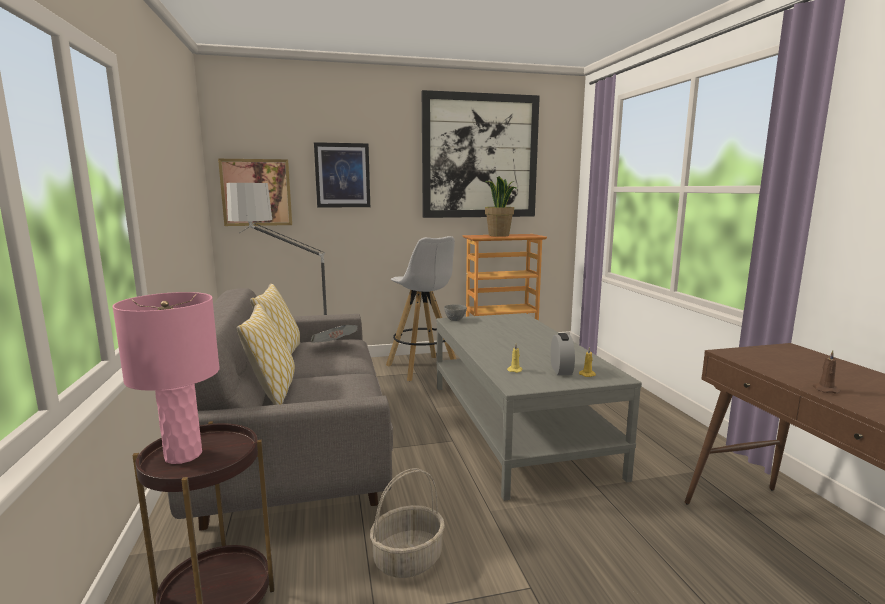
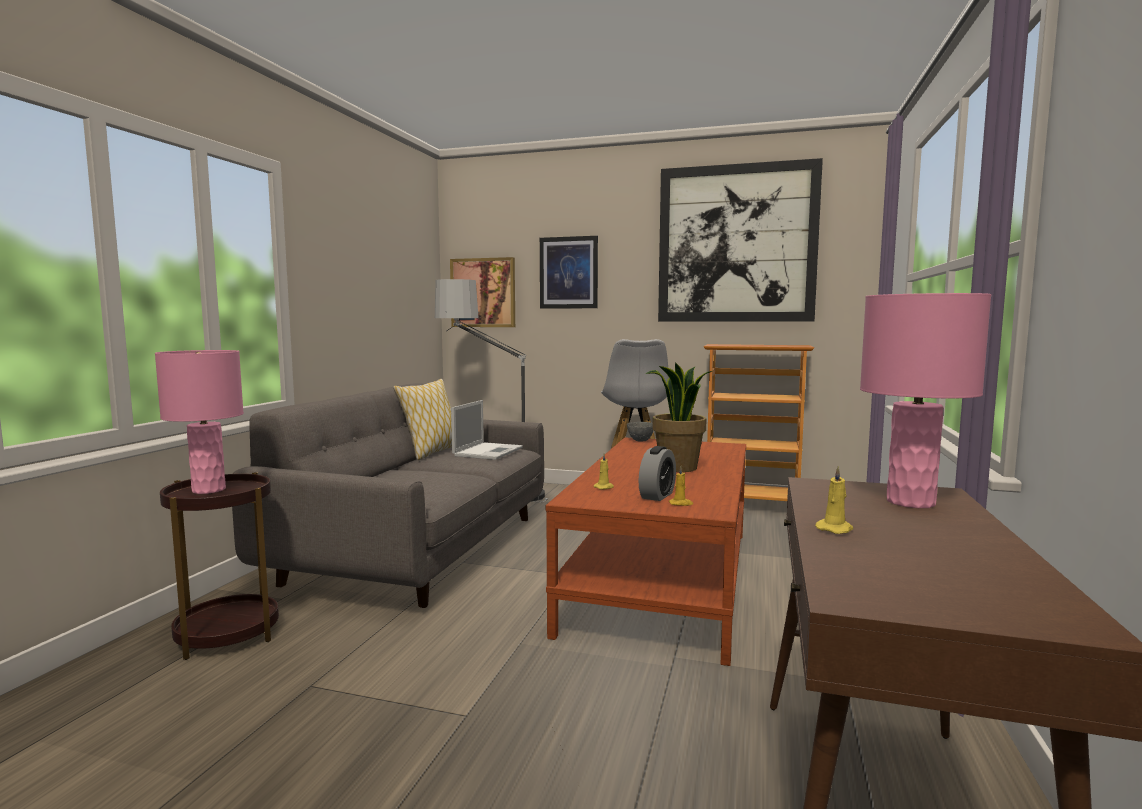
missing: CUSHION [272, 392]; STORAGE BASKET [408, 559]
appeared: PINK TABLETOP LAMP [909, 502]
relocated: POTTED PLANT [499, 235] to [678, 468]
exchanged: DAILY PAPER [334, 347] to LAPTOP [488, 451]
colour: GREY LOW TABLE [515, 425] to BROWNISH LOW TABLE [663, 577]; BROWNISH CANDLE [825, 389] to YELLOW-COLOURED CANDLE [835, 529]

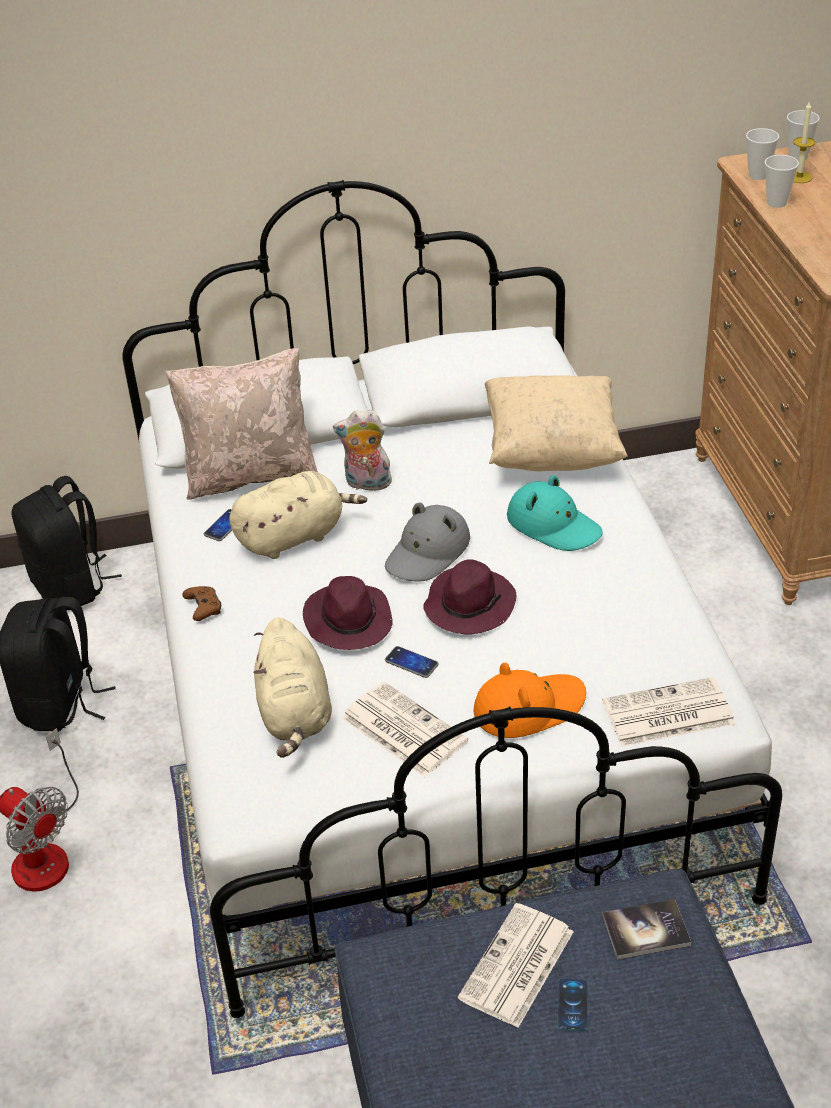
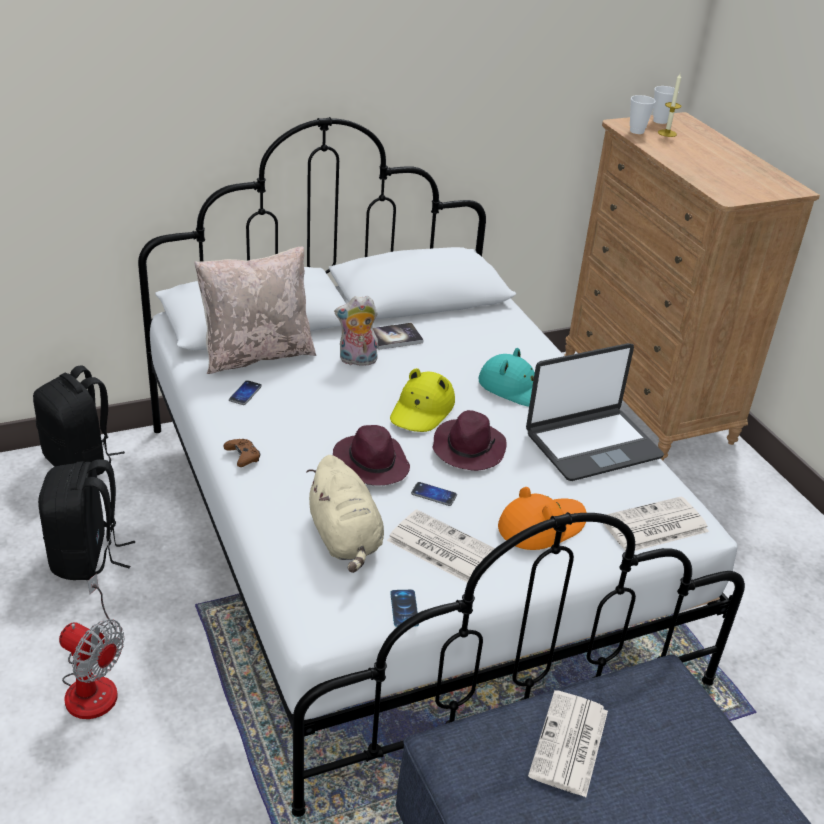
missing: DRINKING CUP [777, 203]; BEIGE CUSHION [552, 451]; BEIGE CUDDLY TOY [294, 536]
appeared: LAPTOP [592, 445]
relocated: BOUND BOOK [646, 930] to [395, 337]; PHONE [572, 1005] to [404, 608]
colour: GREY HAT [428, 552] to YELLOW-COLOURED HAT [422, 410]

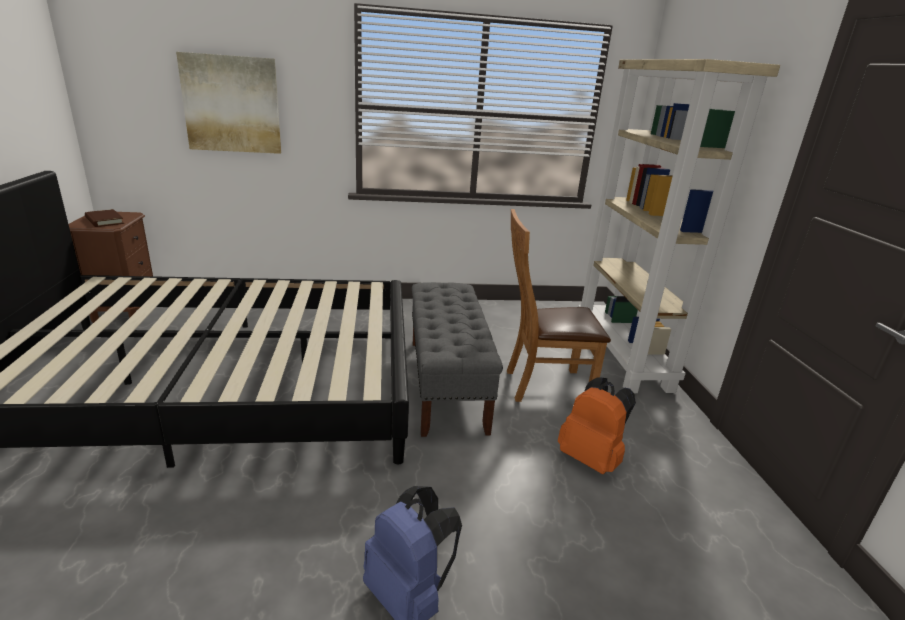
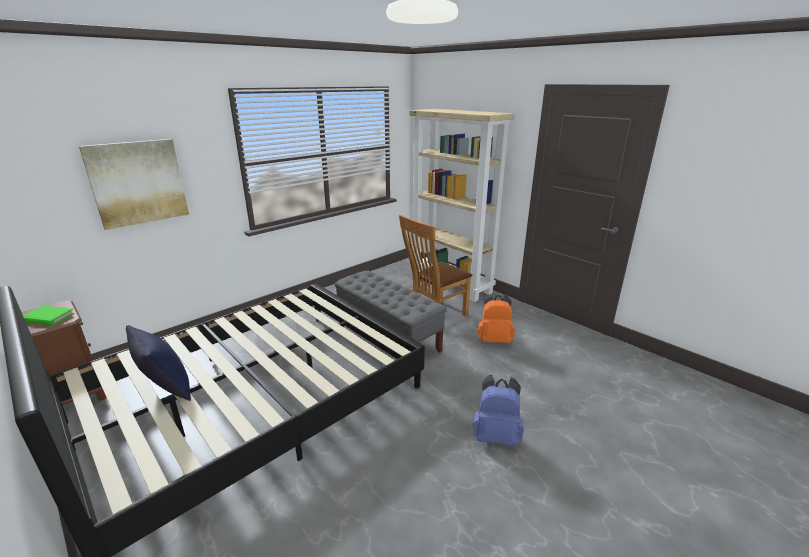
appeared: BLUISH CUSHION [166, 389]
colour: BROWNISH BOUND BOOK [104, 221] to GREEN BOUND BOOK [48, 318]

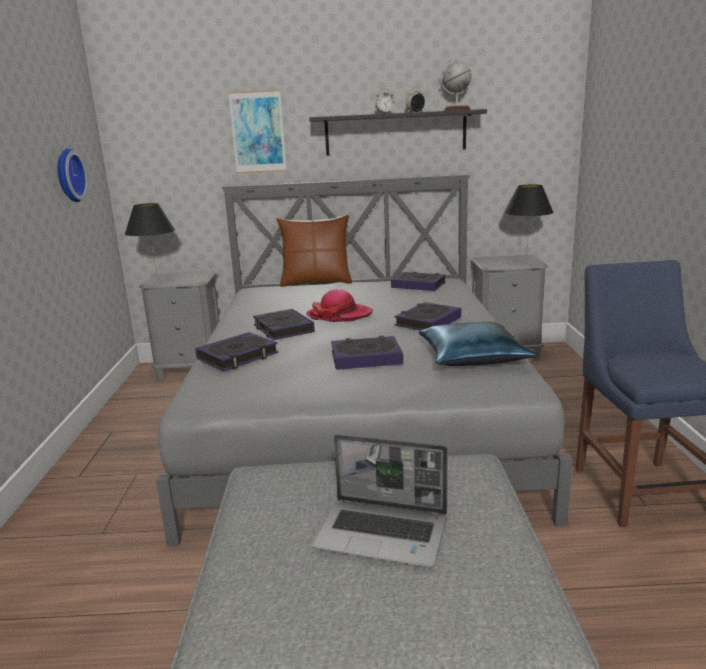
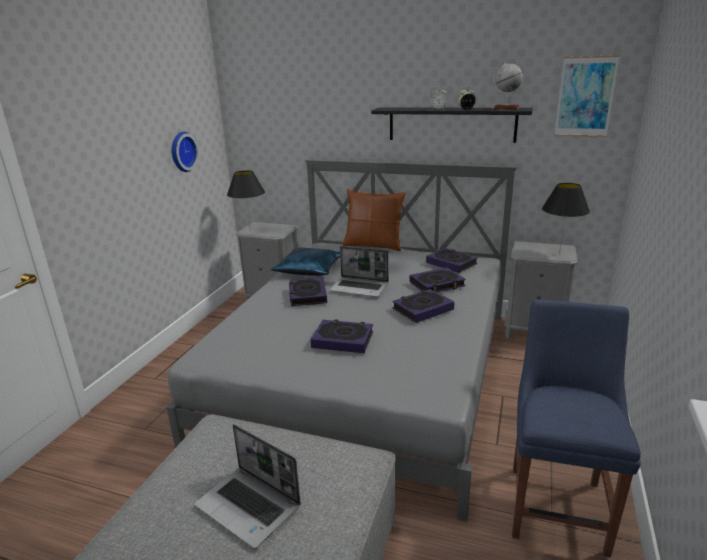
relocated: PICTURE [258, 132] to [585, 97]; BLUISH CUSHION [473, 357] to [309, 269]; BOUND BOOK [238, 356] to [437, 284]
exchanged: HAT [339, 315] to LAPTOP [360, 288]

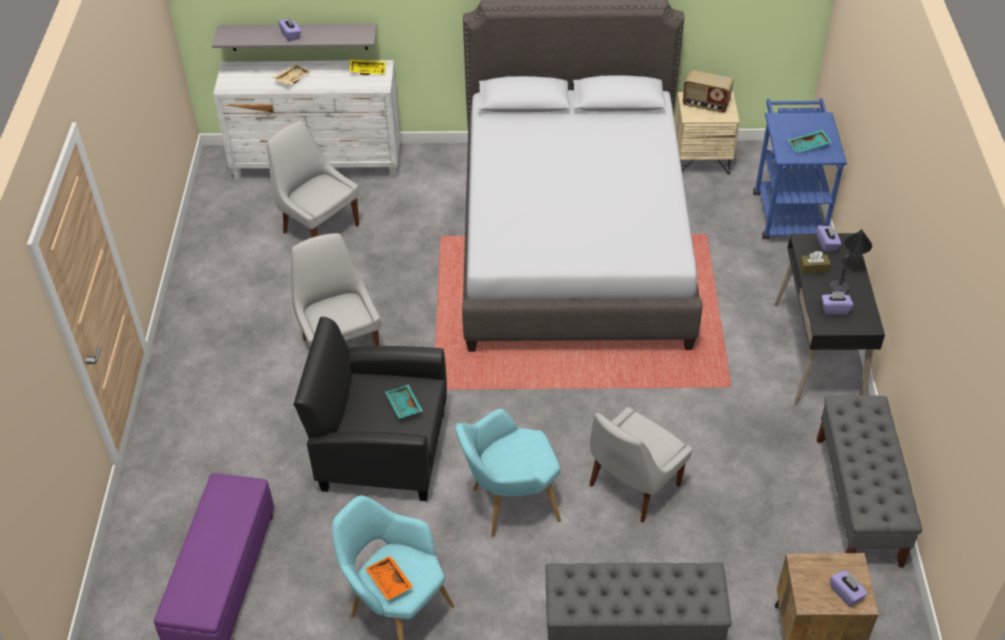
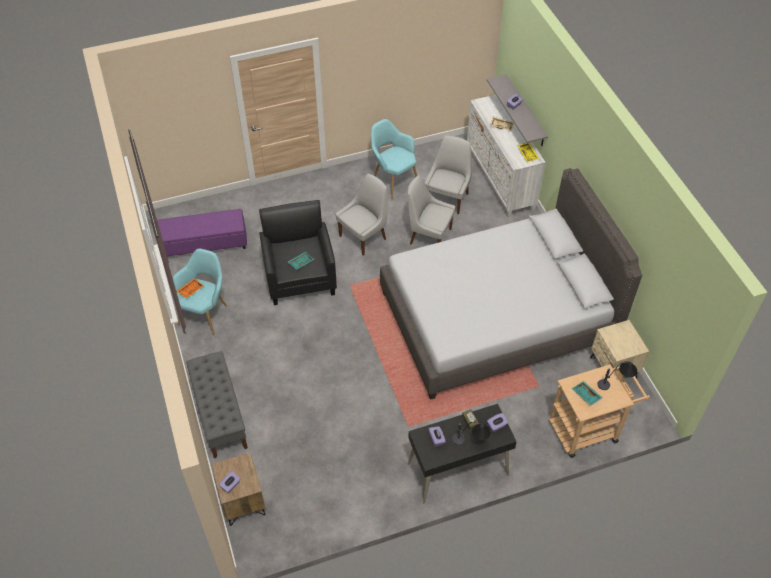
missing: RADIO [705, 105]; GREY LONG SEAT [858, 501]
appeared: TABLETOP LAMP [616, 382]
relocated: WHITE PLAIN CHAIR [632, 487] to [428, 236]; BLUE-GREEN EASY CHAIR [509, 504] to [393, 180]
colour: BLUISH WHEELED CART [787, 209] to BEIGE WHEELED CART [589, 429]

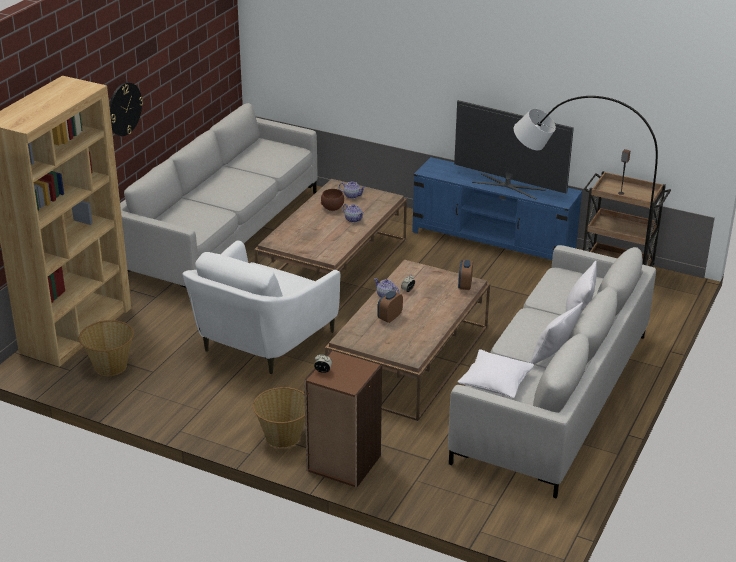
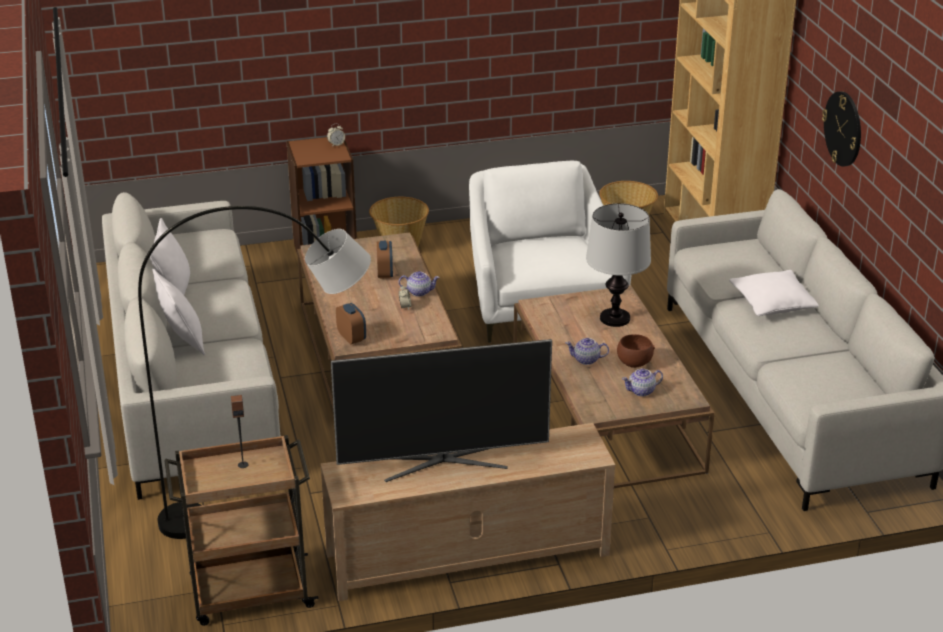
appeared: TABLETOP LAMP [614, 318]
relocated: WHITE CUSHION [495, 382] to [773, 303]
colour: BLUISH TV UNIT [493, 241] to BEIGE TV UNIT [466, 555]

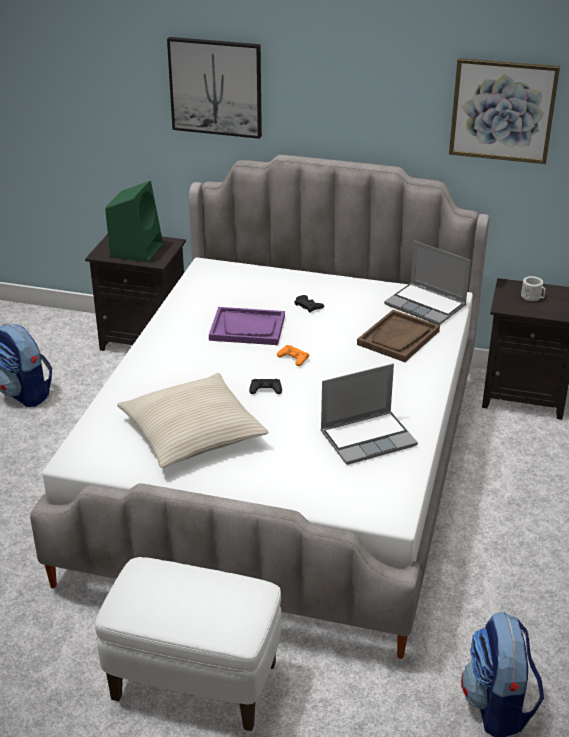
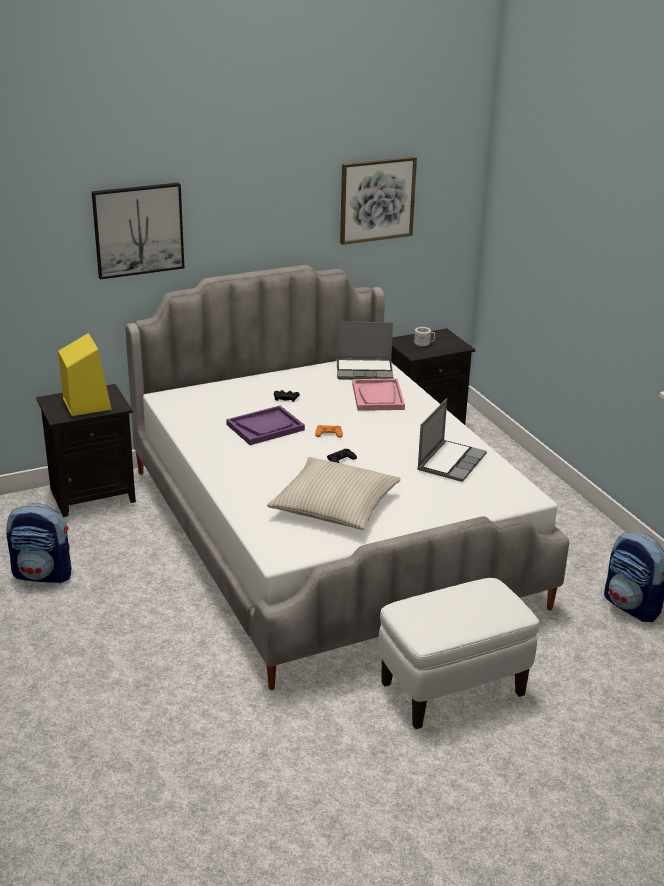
colour: GREEN AUDIO SPEAKER [137, 249] to YELLOW-COLOURED AUDIO SPEAKER [86, 404]; BROWNISH SERVING TRAY [398, 338] to PINK SERVING TRAY [378, 397]

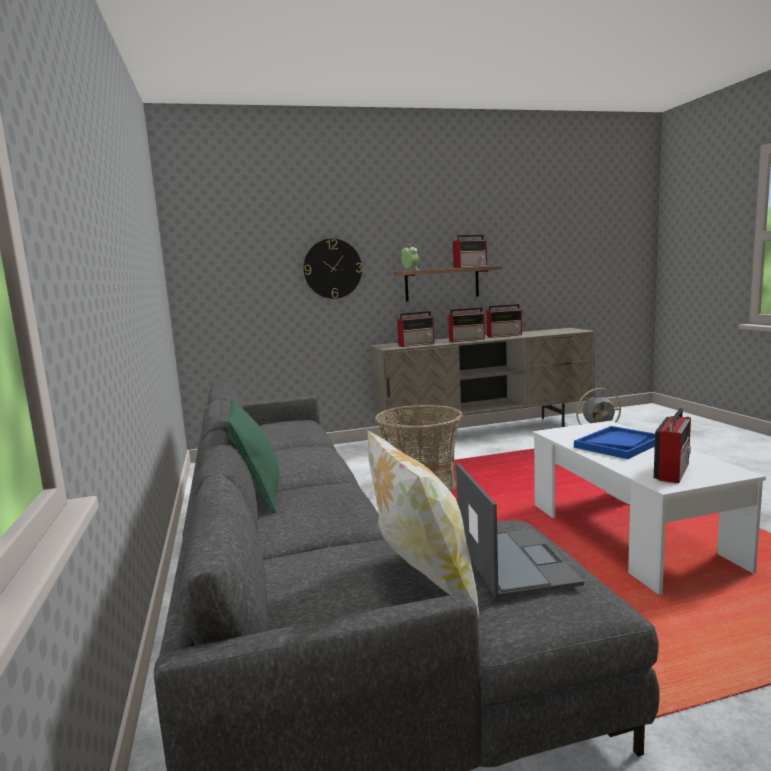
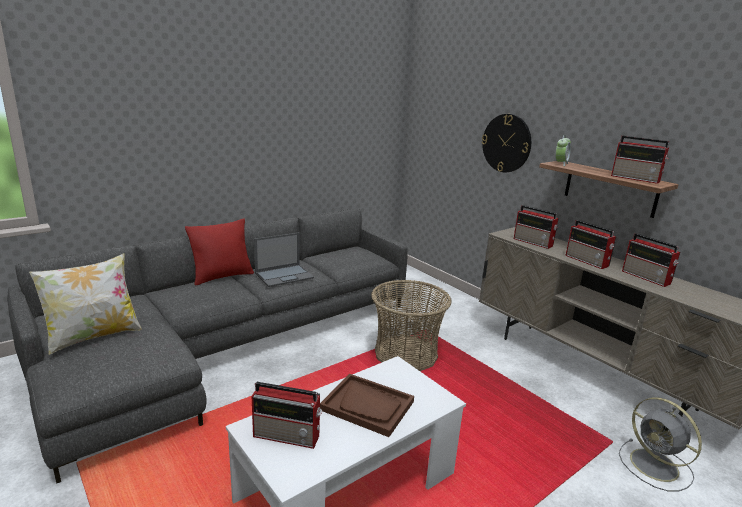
relocated: LAPTOP [514, 561] to [284, 275]
colour: GREEN CUSHION [259, 496] to RED-COLOURED CUSHION [222, 276]; BLUISH SERVING TRAY [618, 444] to BROWNISH SERVING TRAY [367, 406]

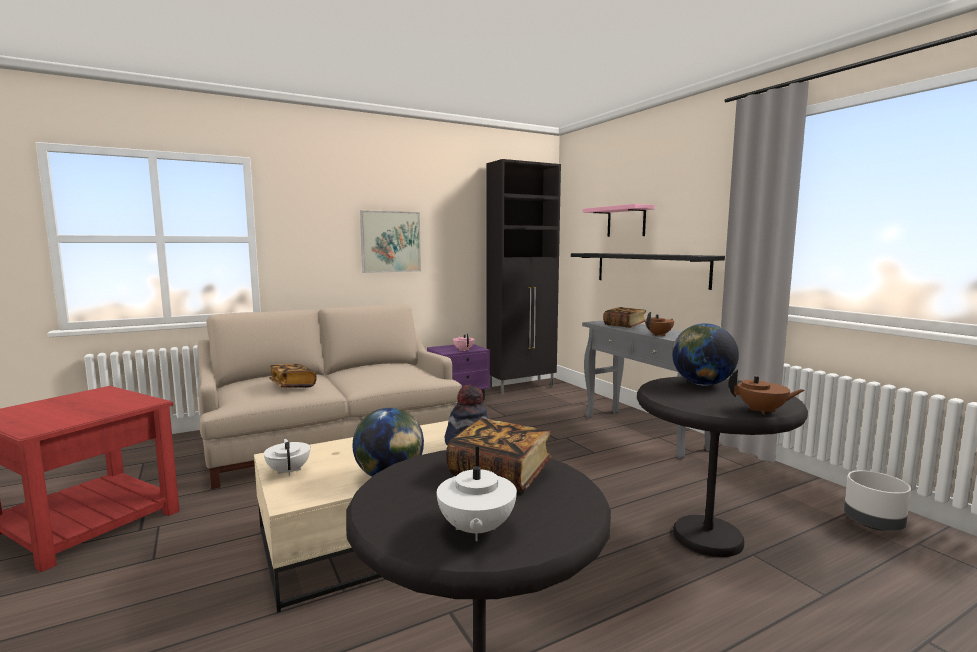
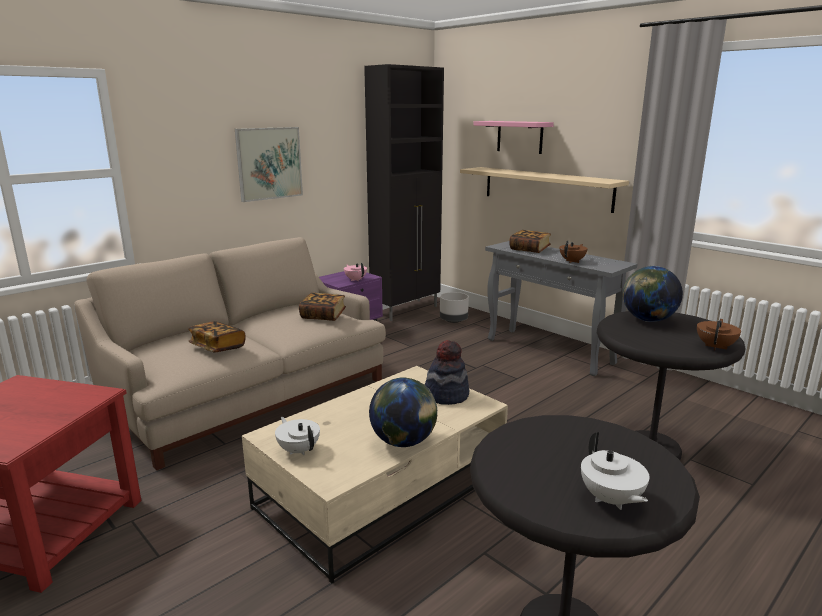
relocated: BOUND BOOK [500, 473] to [323, 316]; GREY FLOWER POT [873, 524] to [453, 320]
colour: BLACK-COLOURED SHELF [649, 269] to BEIGE SHELF [546, 188]
spun: BROWNISH TEAPOT [762, 411] = [715, 347] 60 degrees counterclockwise

